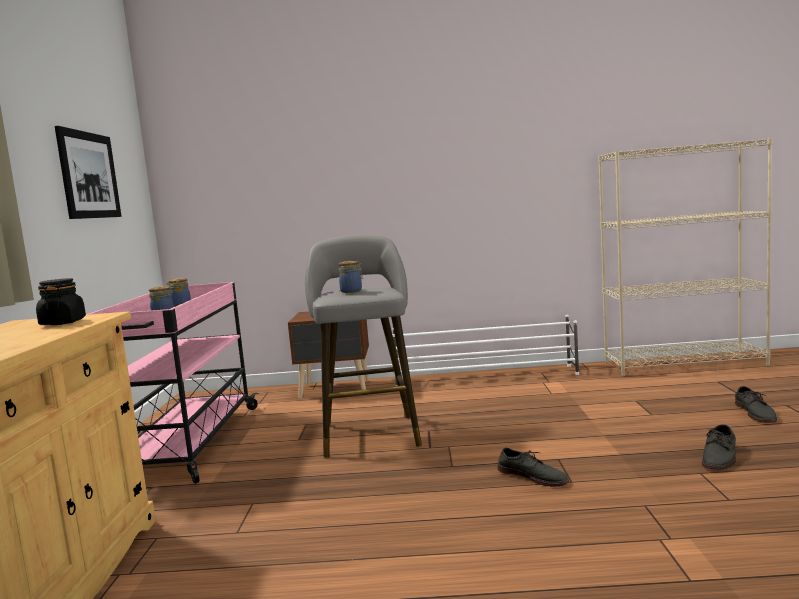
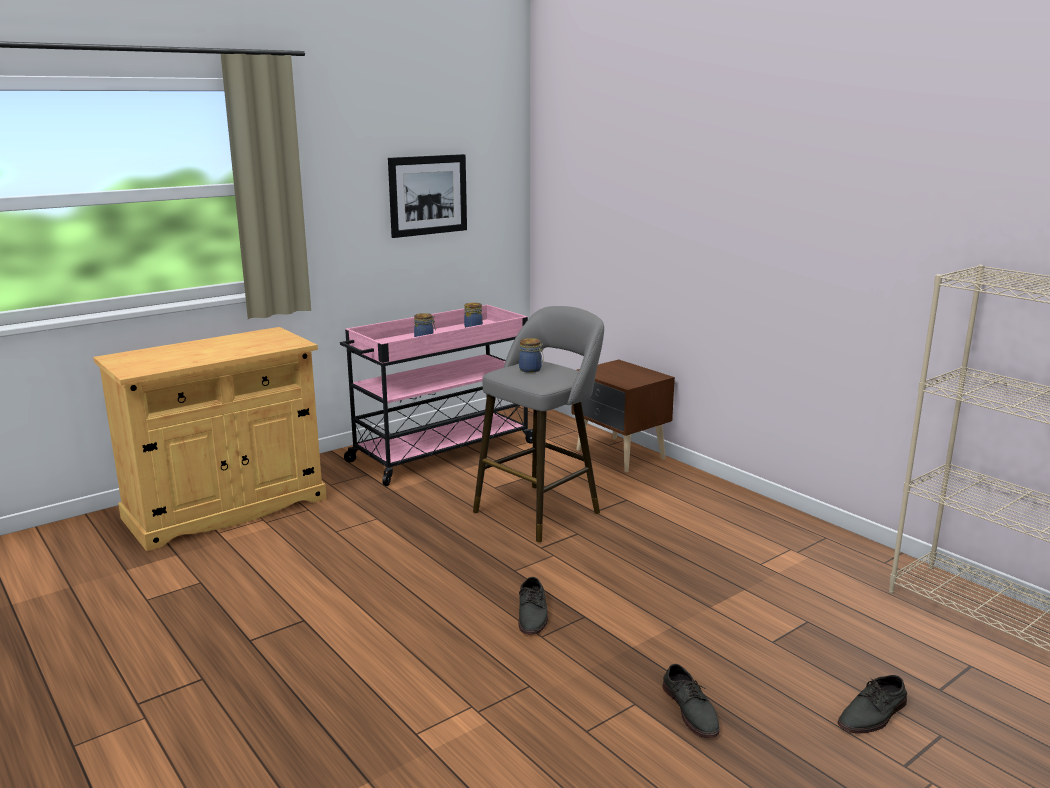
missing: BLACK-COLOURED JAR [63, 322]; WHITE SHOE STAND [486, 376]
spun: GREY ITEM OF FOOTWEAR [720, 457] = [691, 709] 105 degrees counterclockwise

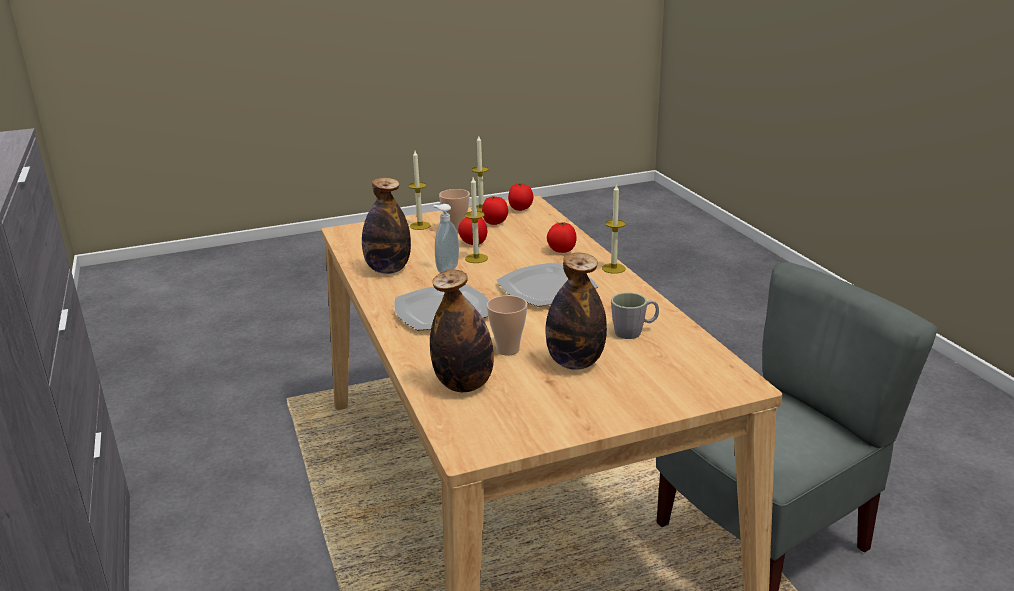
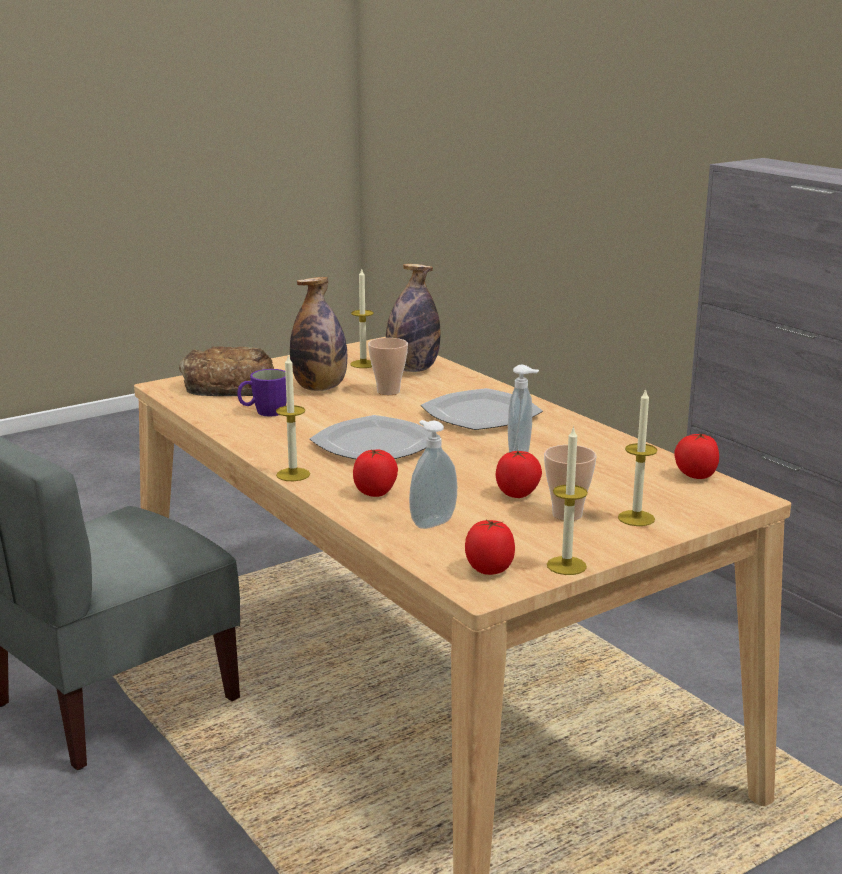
missing: DRINK BOTTLE [388, 269]
appeared: BREAD [229, 385]; SOAP DISPENSER [431, 522]
relocated: CANDLE [476, 258] to [363, 364]; FRESH TOMATO [495, 223] to [695, 476]
colour: GREY TEA MUG [634, 332] to PURPLE-COLOURED TEA MUG [264, 412]

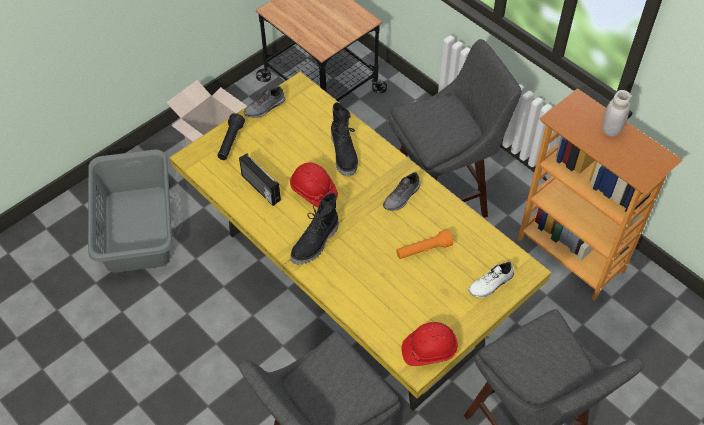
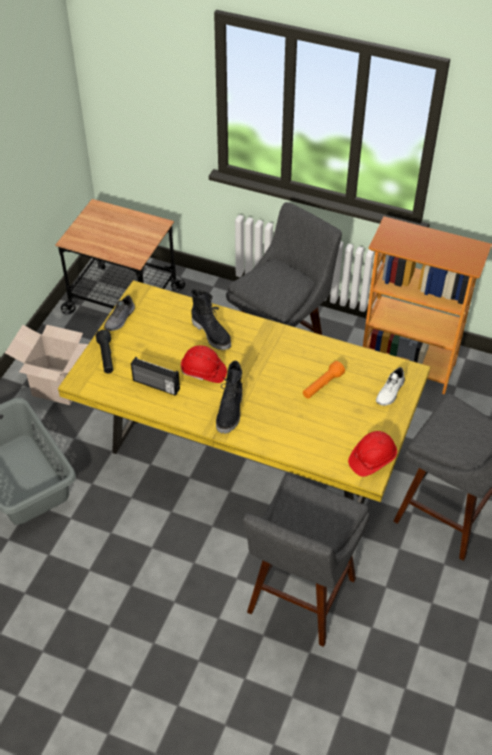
missing: WHITE JAR [611, 129]; GREY ITEM OF FOOTWEAR [402, 197]

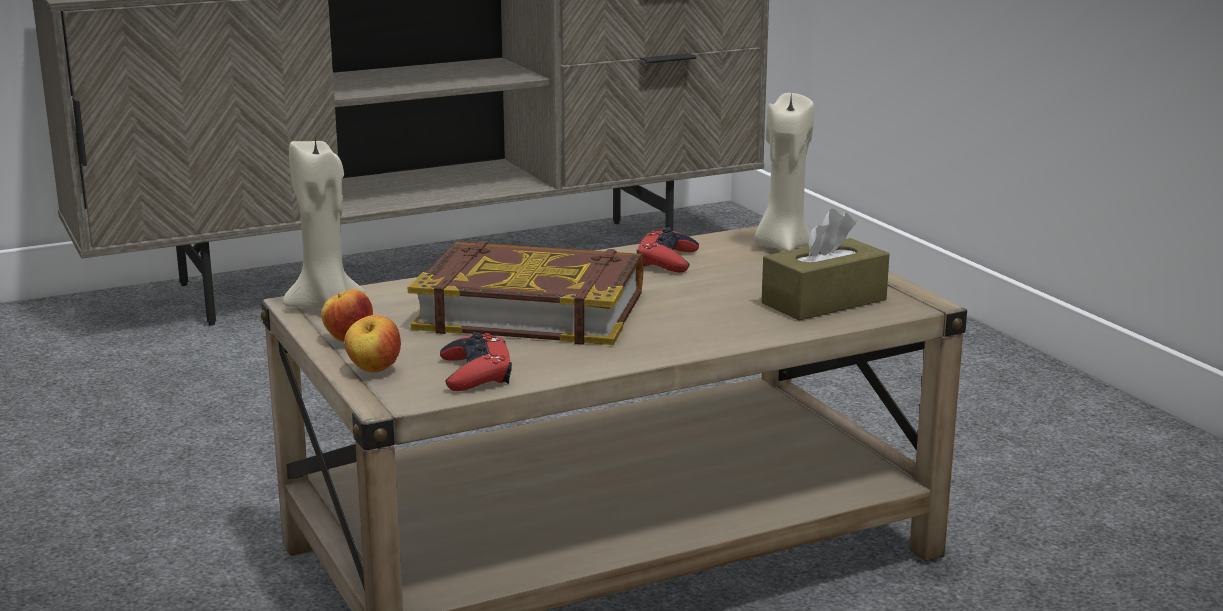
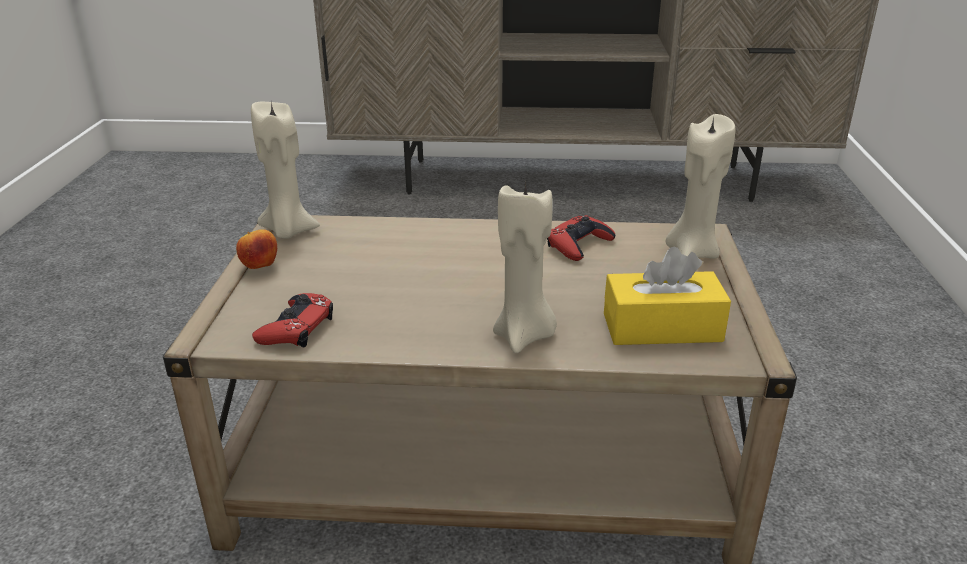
missing: BOUND BOOK [531, 309]; WHOLE APPLE [373, 370]
appeared: BEIGE CANDLE [524, 336]
colour: BROWNISH BOX OF TISSUES [824, 301] to YELLOW-COLOURED BOX OF TISSUES [662, 327]

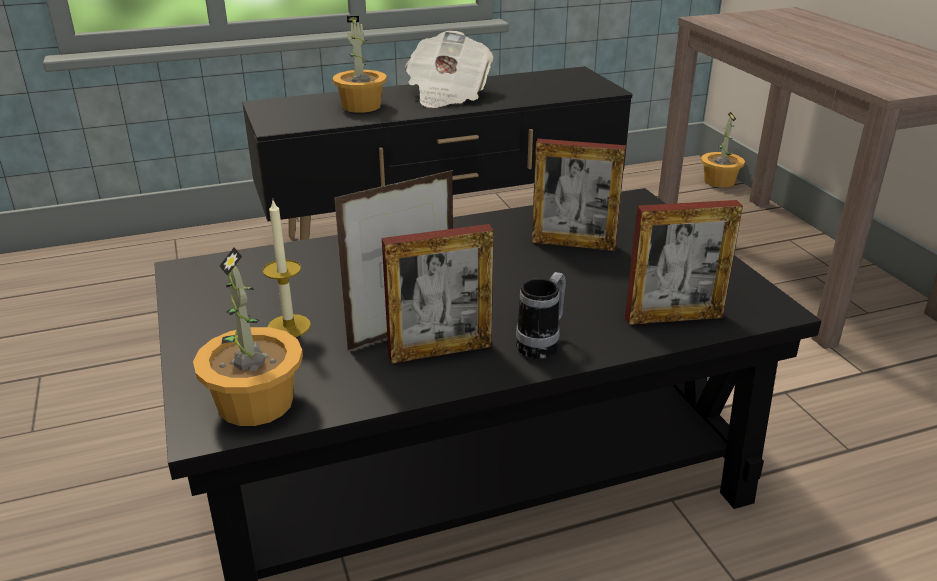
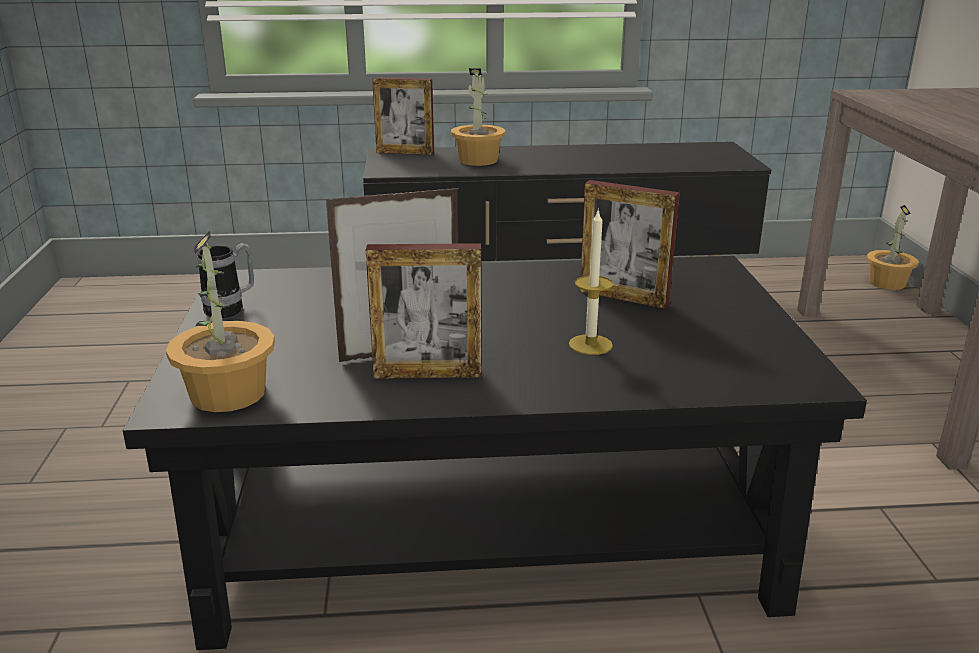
missing: DAILY PAPER [447, 94]
relocated: CANDLE [289, 326] to [590, 345]; PICTURE FRAME [673, 317] to [405, 153]; TEA MUG [542, 344] to [231, 309]

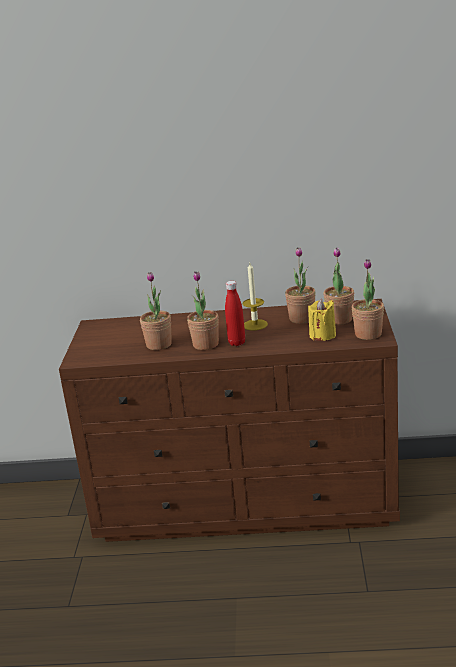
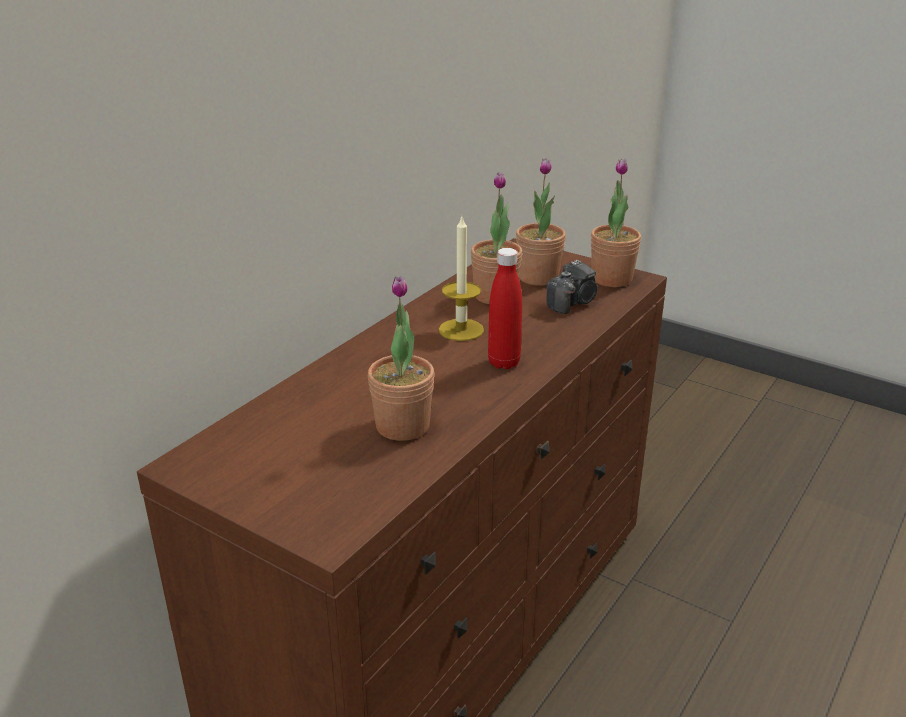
missing: POTTED PLANT [205, 344]
exchanged: YELLOW-COLOURED CANDLE [322, 335] to PHOTO CAMERA [572, 303]

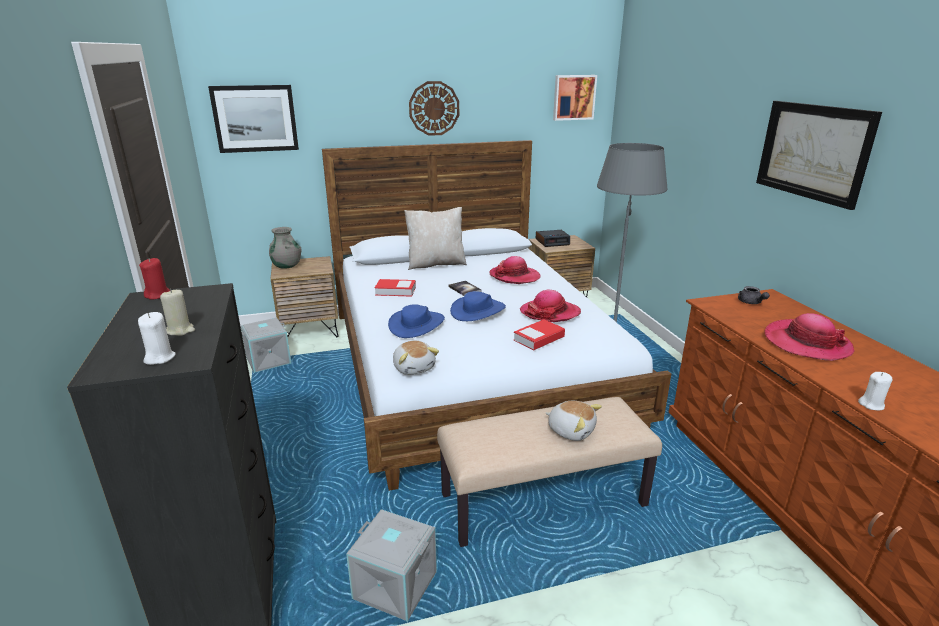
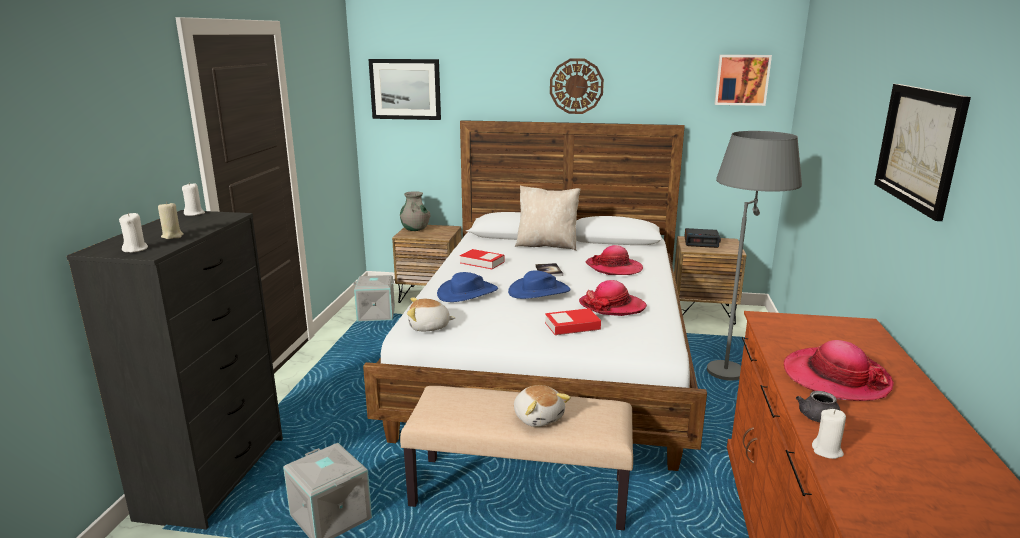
relocated: GREY TEAPOT [751, 303] to [819, 419]
colour: RED-COLOURED CANDLE [158, 295] to WHITE CANDLE [194, 213]
spun: CUDDLY TOY [414, 367] = [429, 327] 90 degrees clockwise

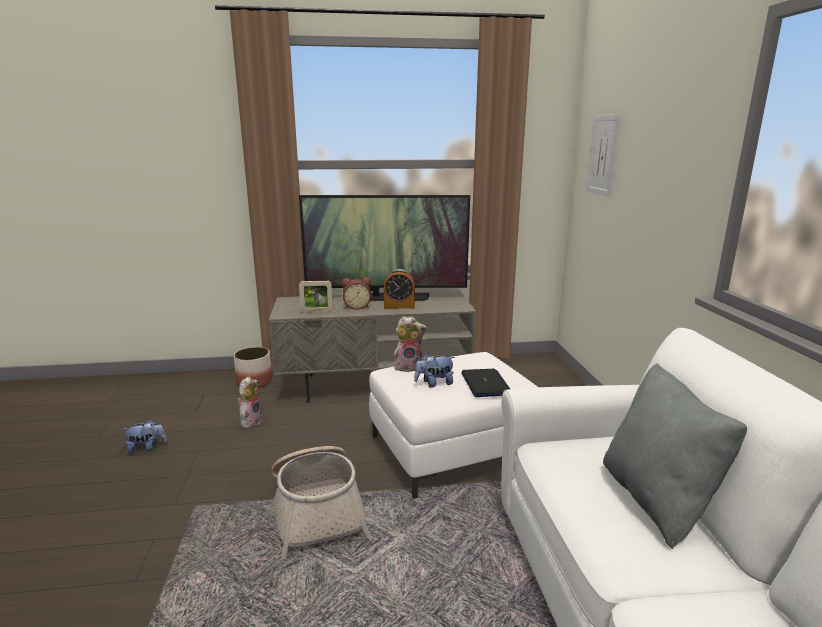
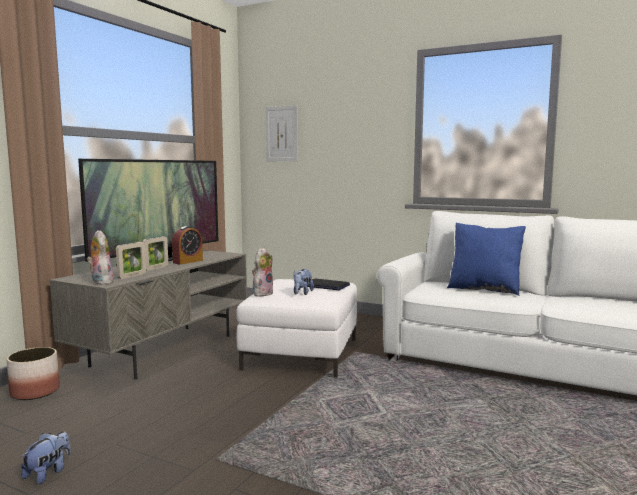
missing: STORAGE BASKET [317, 510]
relocated: CUDDLY TOY [250, 421] to [100, 282]
exchanged: TABLE CLOCK [357, 307] to PICTURE FRAME [156, 268]
colour: GREY CUSHION [657, 500] to BLUISH CUSHION [484, 289]

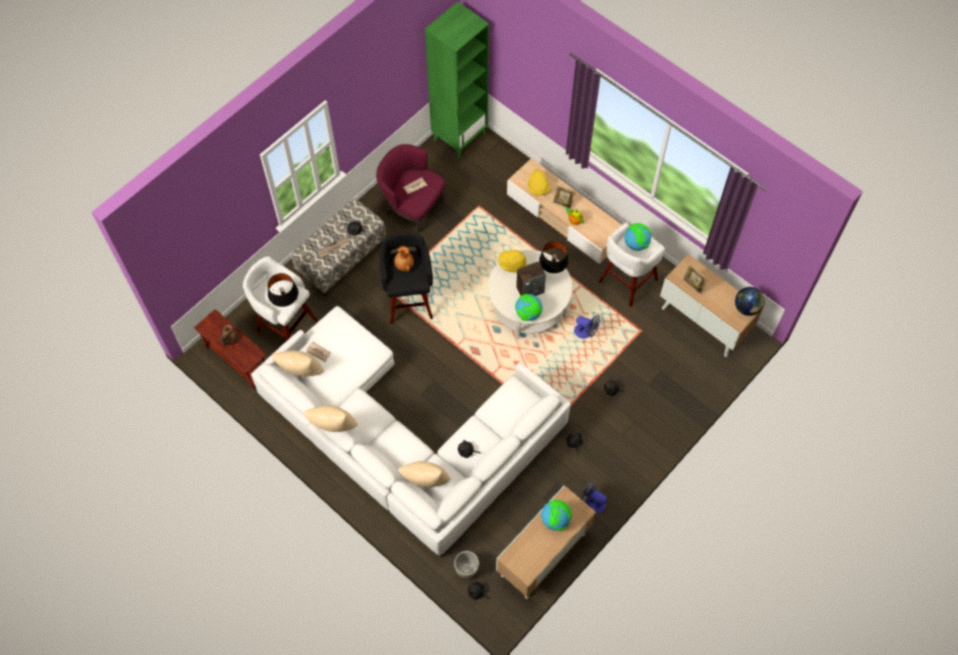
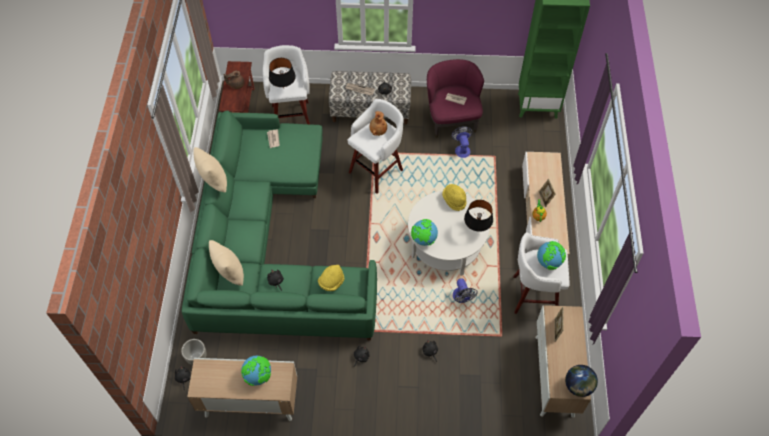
missing: AUDIO SPEAKER [530, 289]; BEIGE CUSHION [301, 373]
relocated: YELLOW-COLOURED HAT [538, 188] to [331, 282]; COOLING FAN [592, 502] to [461, 149]
colour: BLACK-COLOURED SITTING STOOL [409, 301] to WHITE SITTING STOOL [377, 170]; WHITE SETTEE [405, 436] to GREEN SETTEE [269, 243]

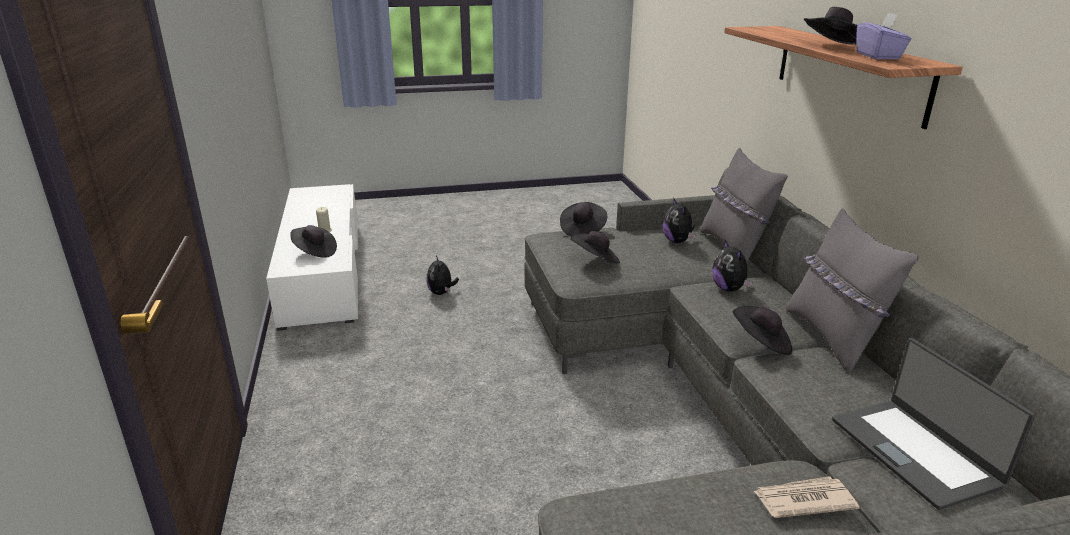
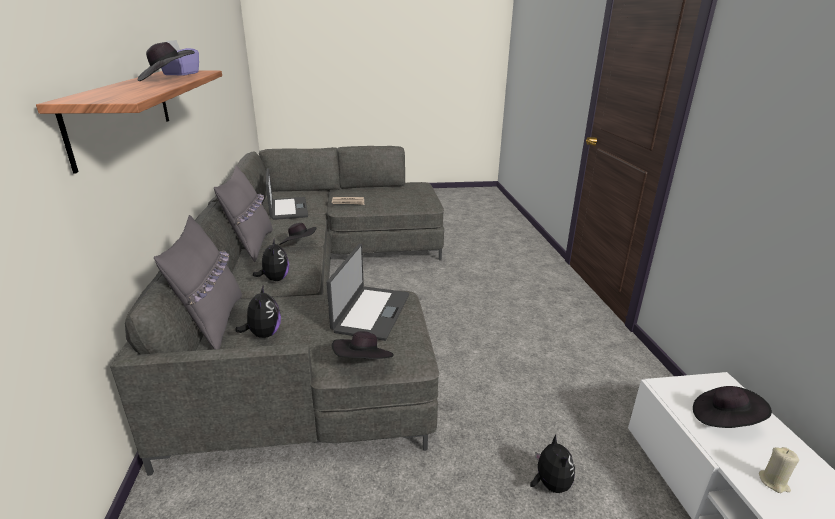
exchanged: BLACK-COLOURED HAT [595, 260] to LAPTOP [370, 312]

